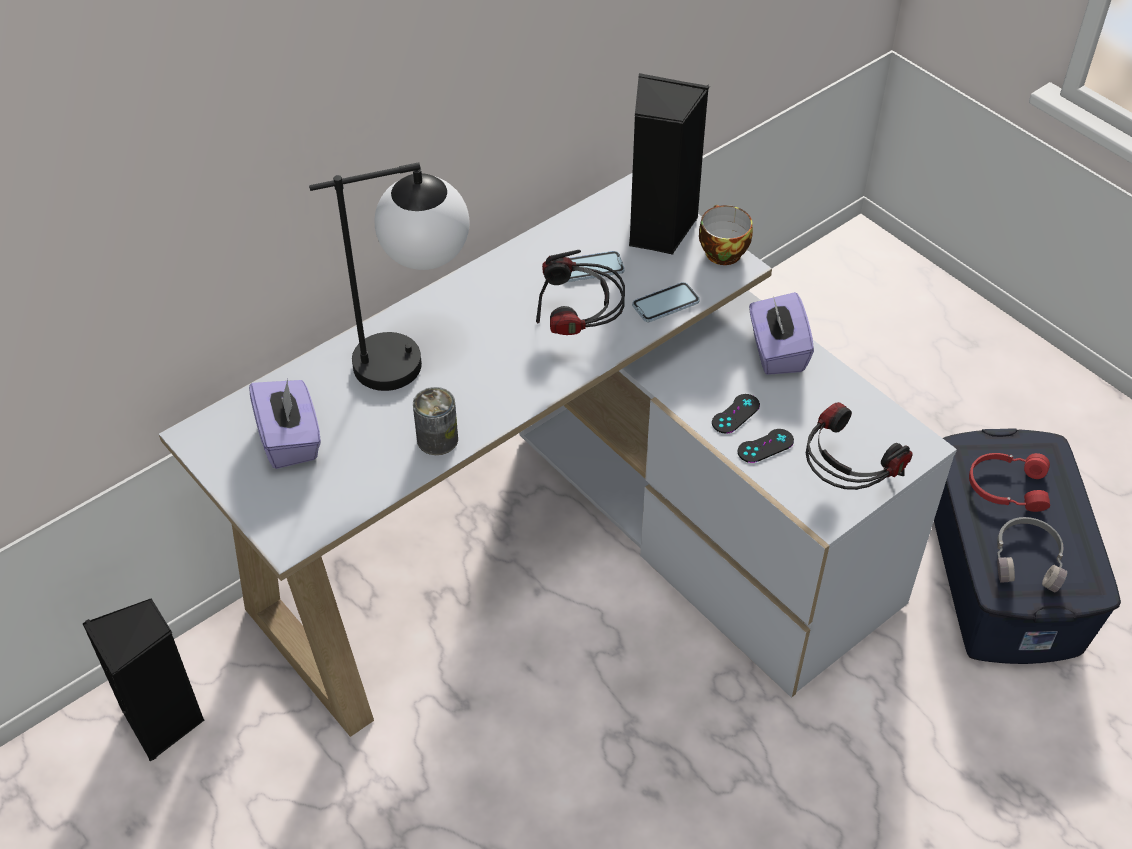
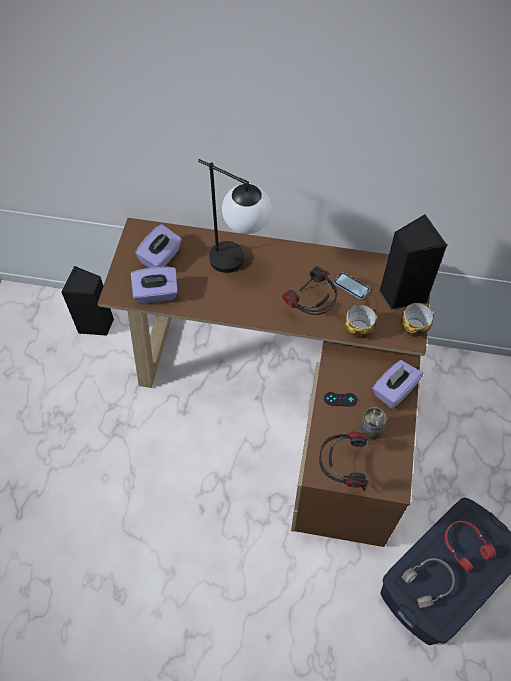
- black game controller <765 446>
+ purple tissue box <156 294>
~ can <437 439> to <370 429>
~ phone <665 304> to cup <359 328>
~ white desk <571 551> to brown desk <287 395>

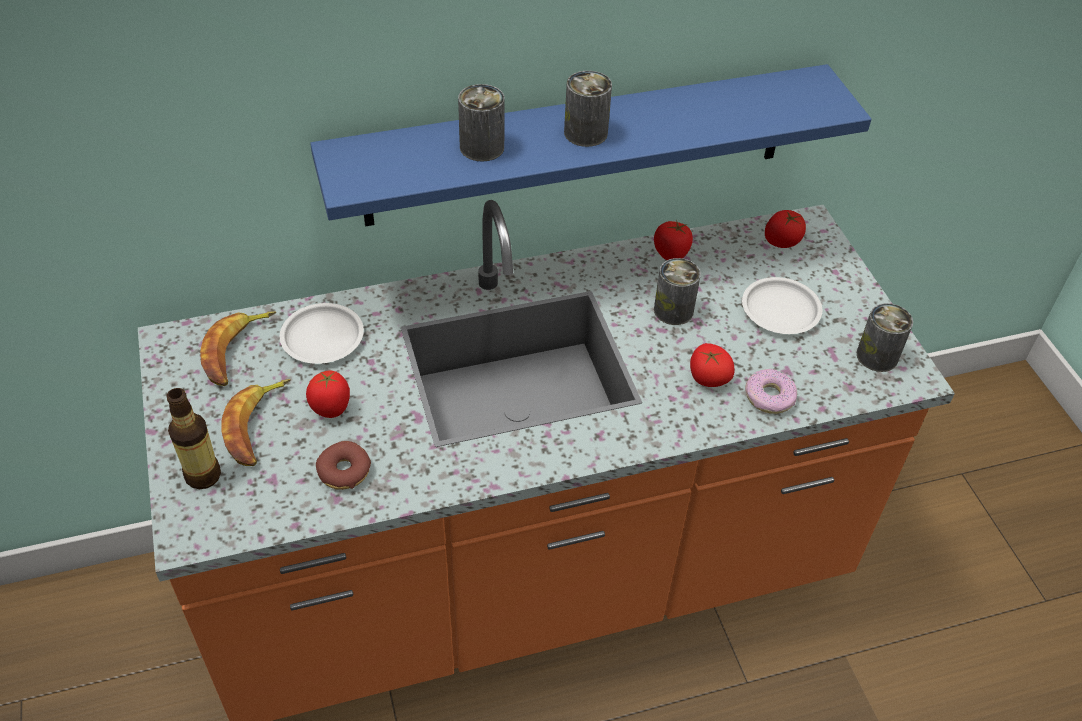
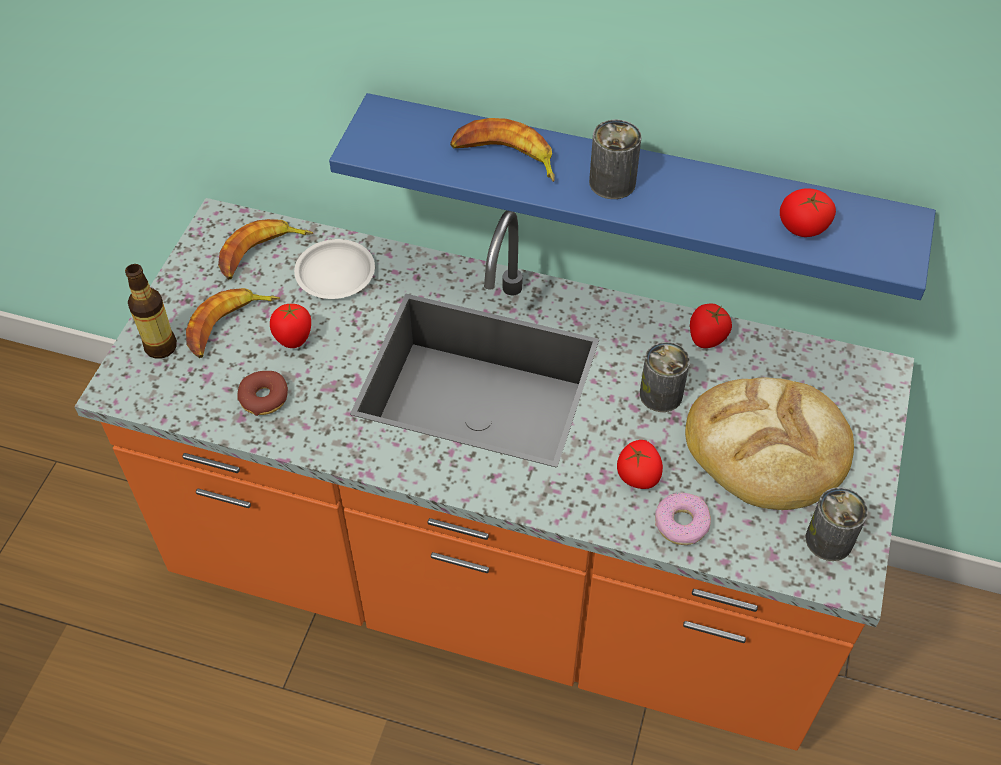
~ tomato <782 241> to <802 228>
~ can <482 147> to banana <505 158>
~ white plate <780 311> to bread <768 446>

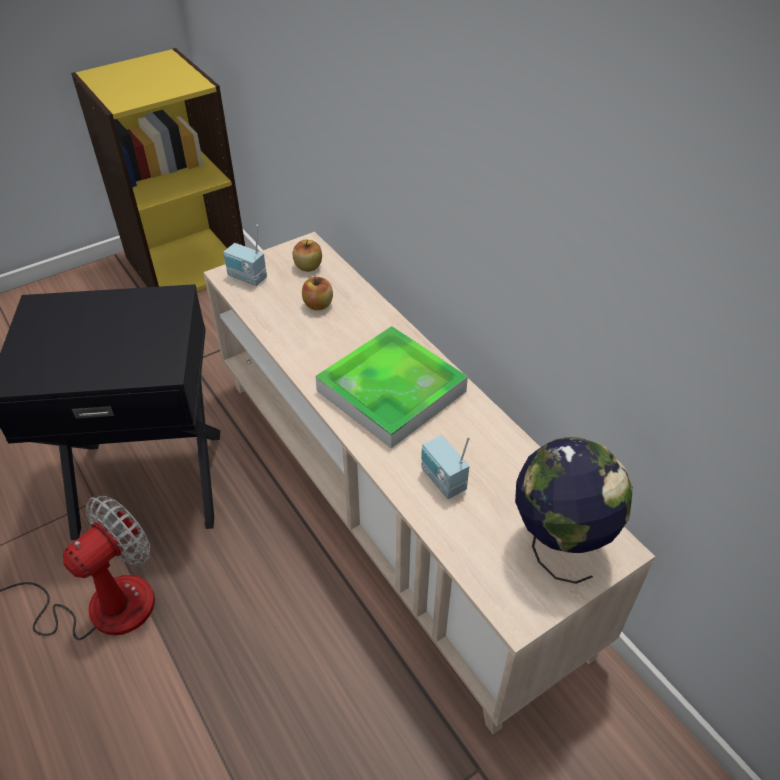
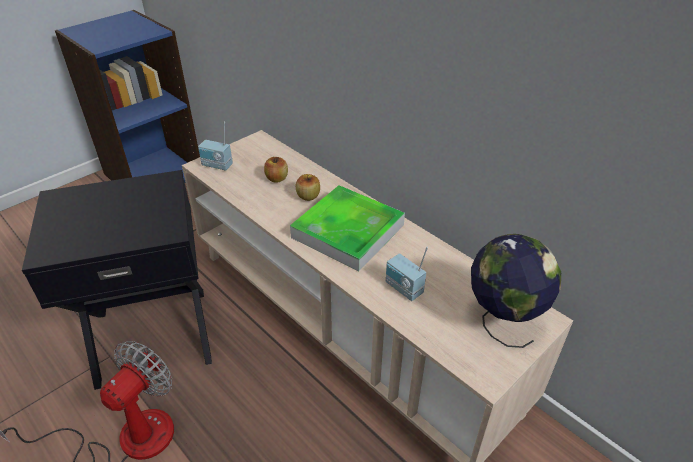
~ apple <308 266> to <308 196>
~ yellow bookcase <186 263> to blue bookcase <153 173>

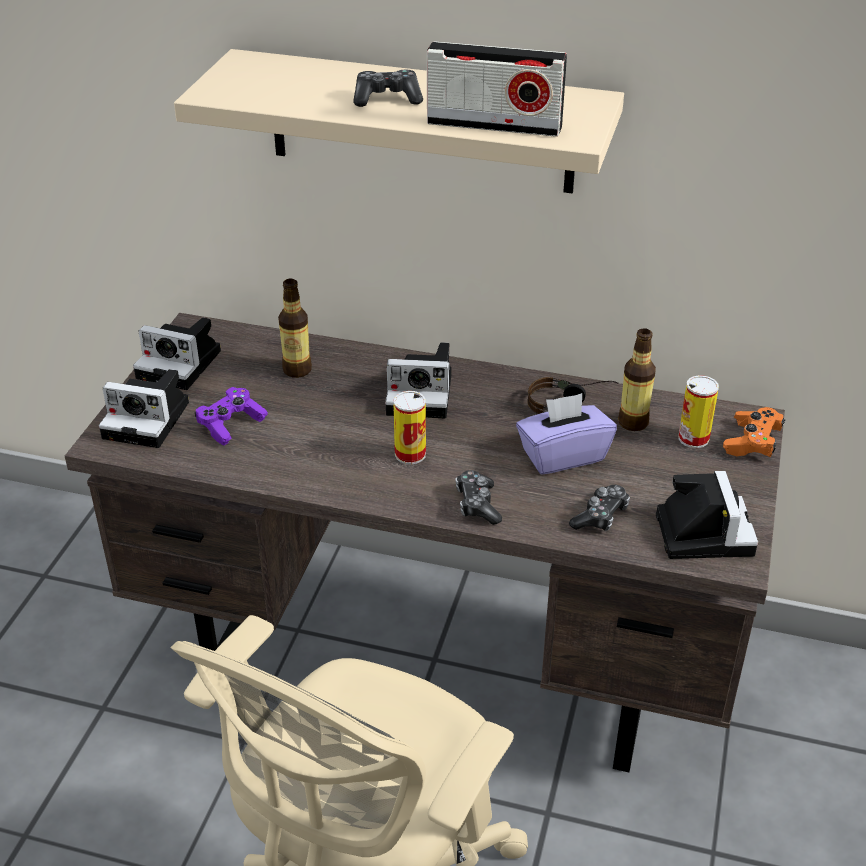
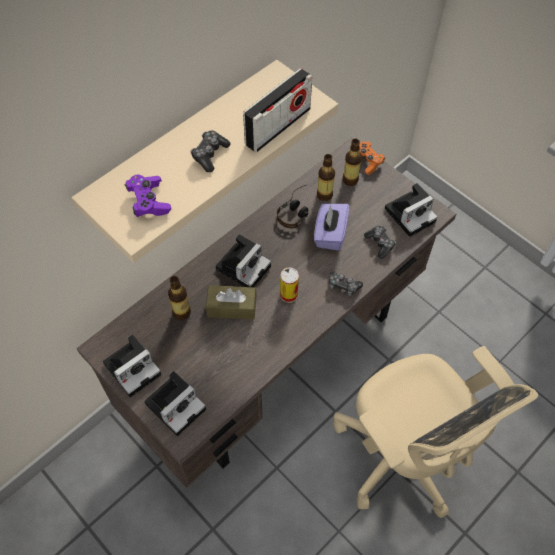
+ brown tissue box <231 307>
~ purple game controller <231 425> to <149 201>
~ can <693 438> to bottle <350 180>
~ photo camera <702 531> = <411 214> 120 degrees clockwise

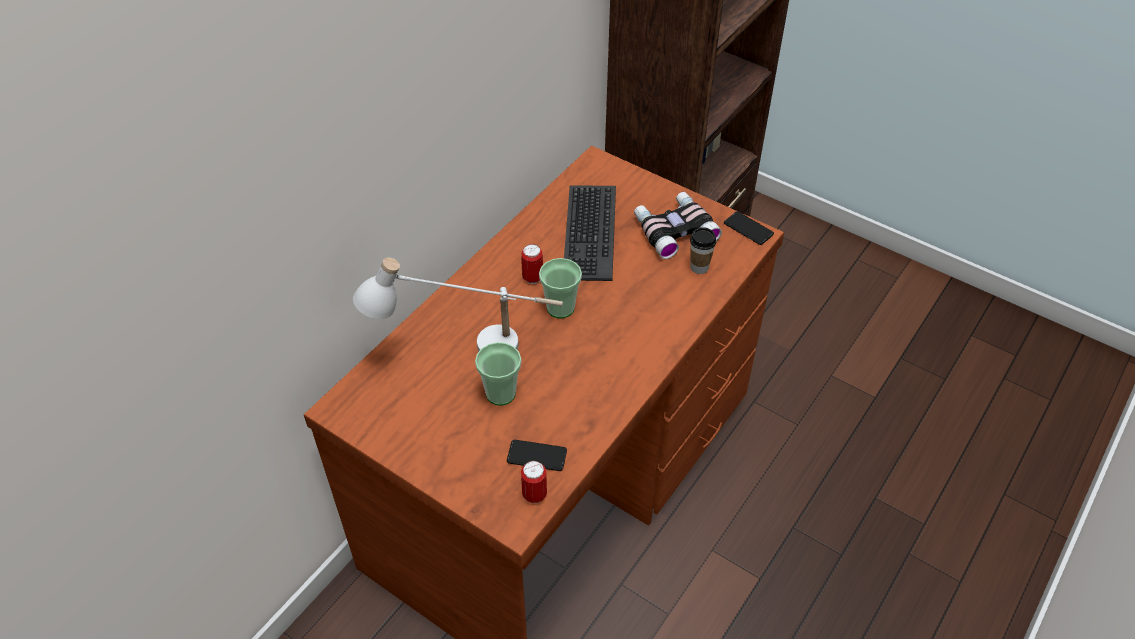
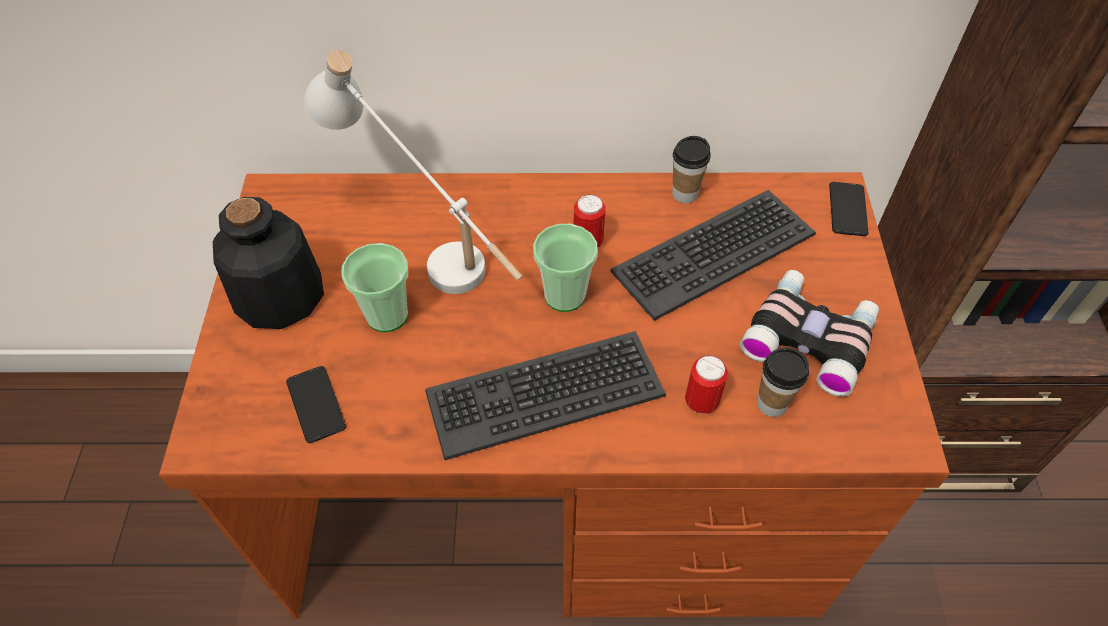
+ bottle <279 296>
+ keyboard <544 392>
+ cup <684 194>
~ can <534 494> to <701 402>
~ phone <748 229> to <847 209>

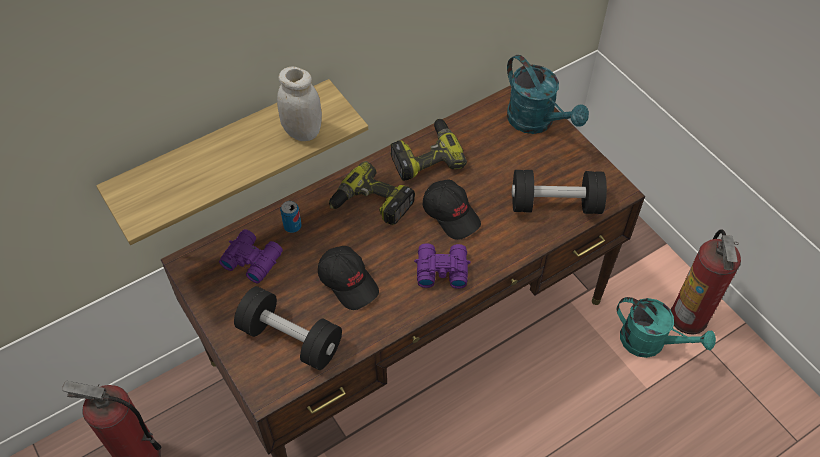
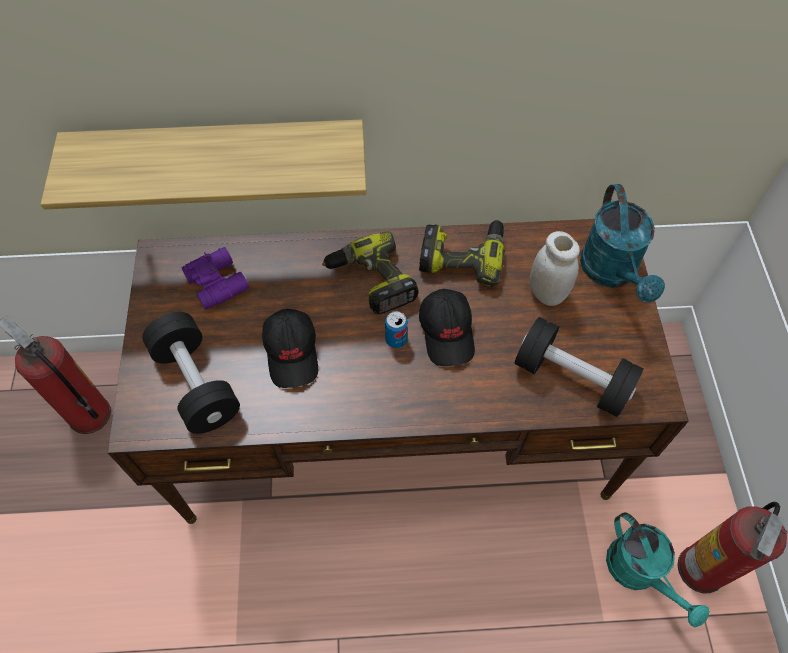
- purple binoculars <440 269>
~ white jar <302 132> to <547 293>
~ can <292 226> to <396 340>

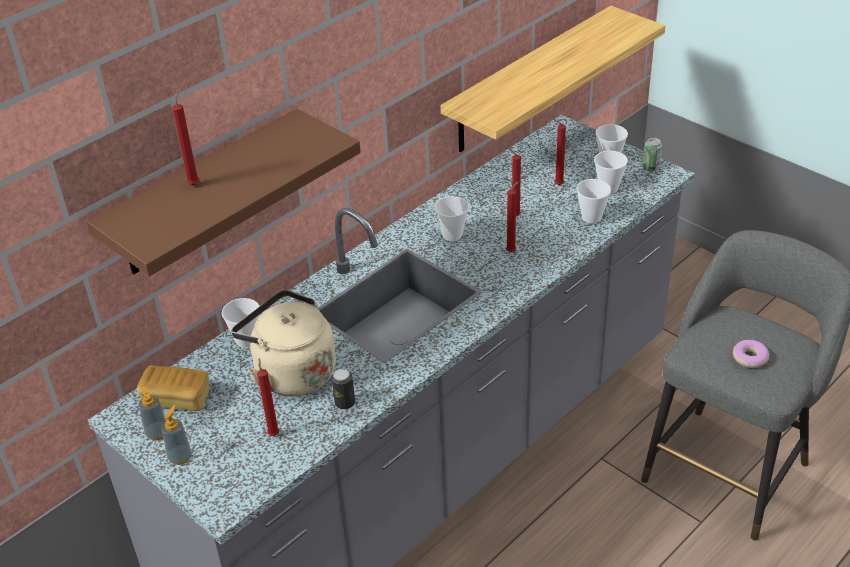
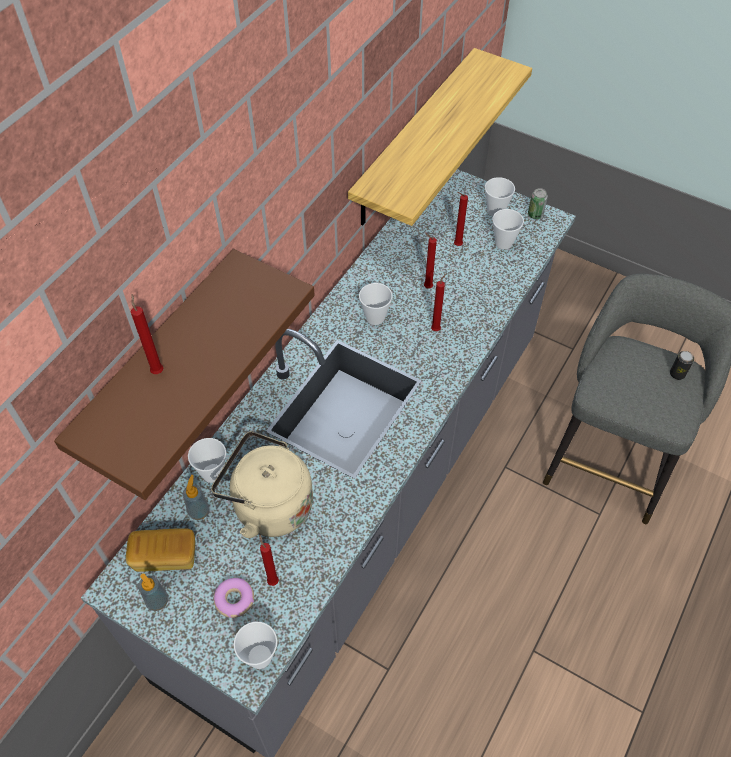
~ soap dispenser <180 457> to <199 511>
~ can <345 403> to <677 374>
~ cup <591 217> to <260 656>
~ donut <750 358> to <234 600>

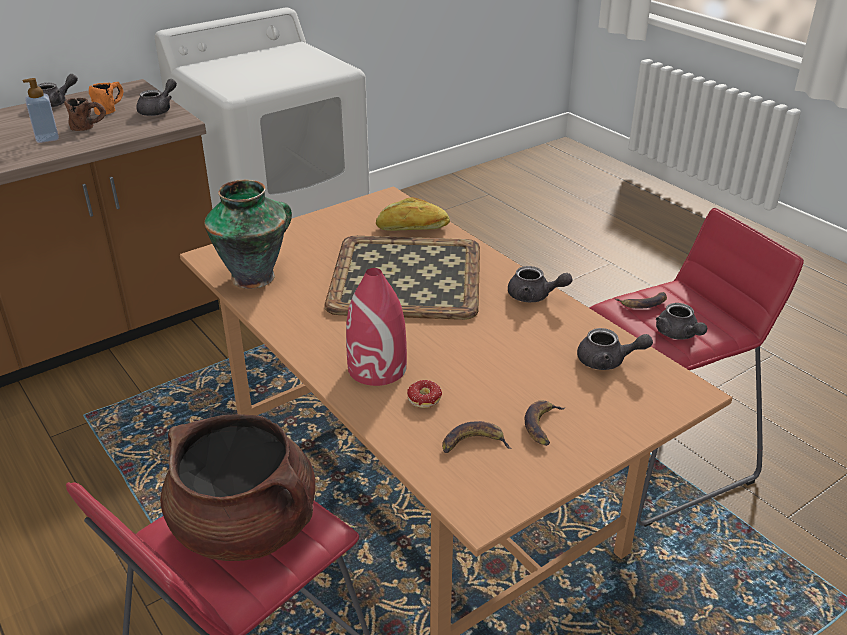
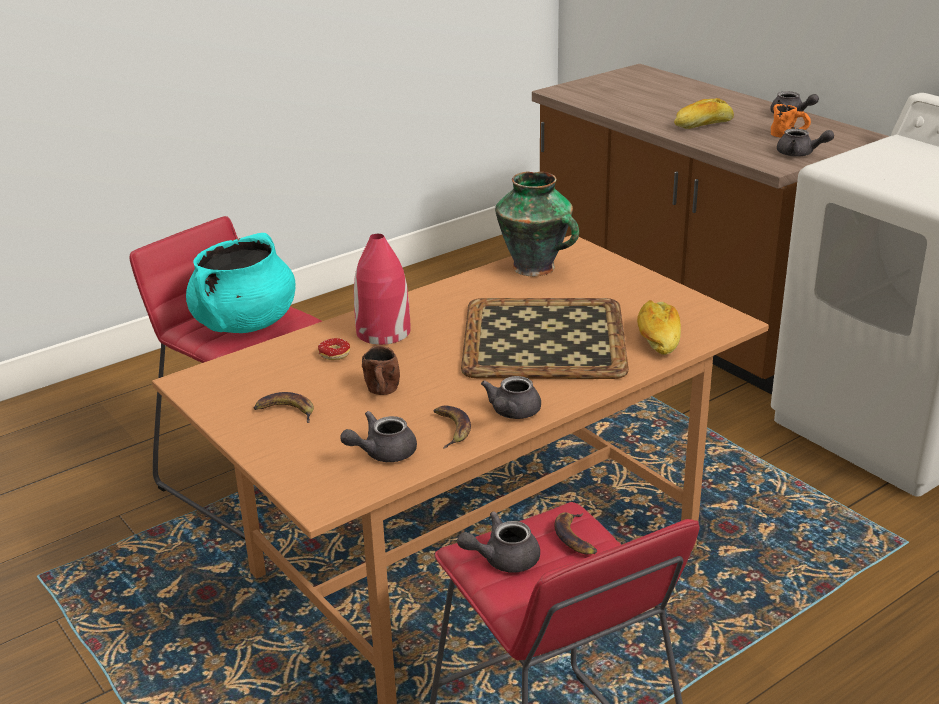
~ brown mug <89 127> to <382 393>
~ banana <473 443> to <451 429>
~ soap dispenser <47 138> to bread <703 125>
~ brown cooking pot <246 527> to turquoise cooking pot <245 324>
~ grey teapot <607 361> = <382 453> 45 degrees clockwise

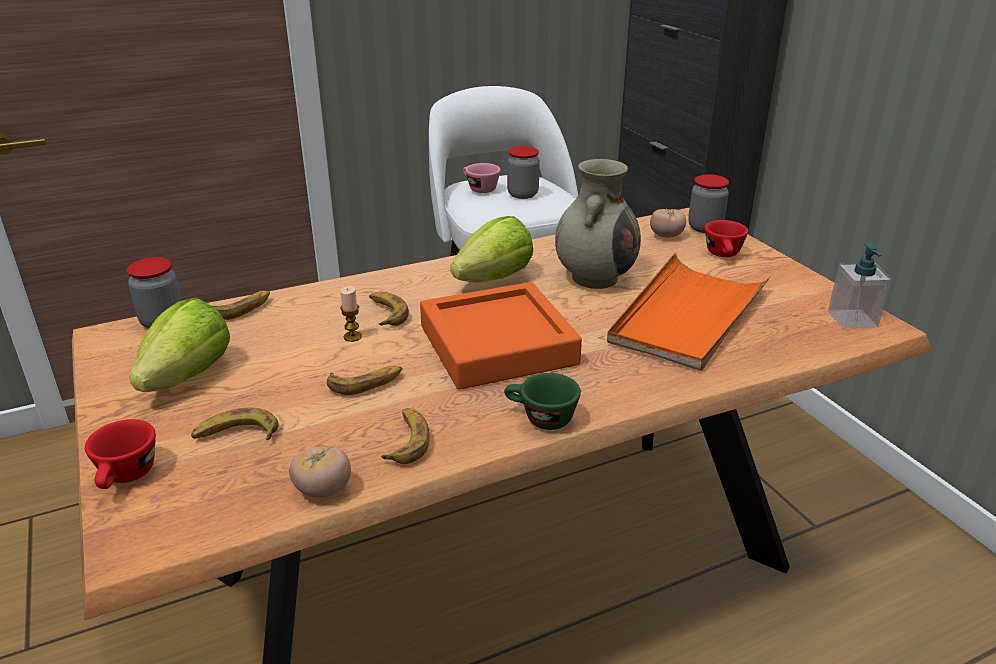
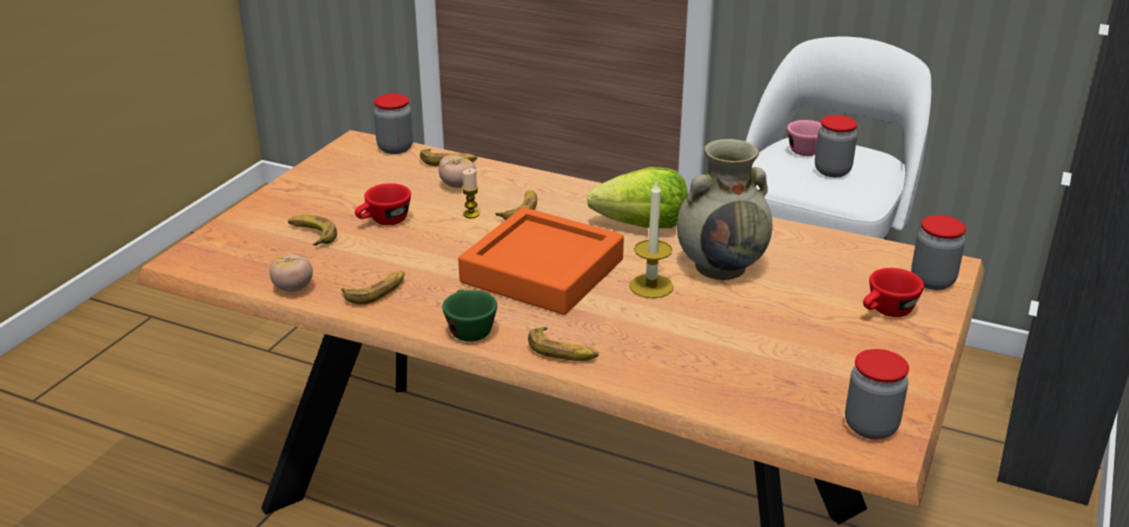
- lettuce <188 376>
- orange tray <688 316>
+ candle <651 286>
~ red cup <126 477> to <384 222>
~ banana <366 383> to <562 351>
~ tomato <666 236> to <458 186>
~ soap dispenser <852 319> to jar <870 426>

